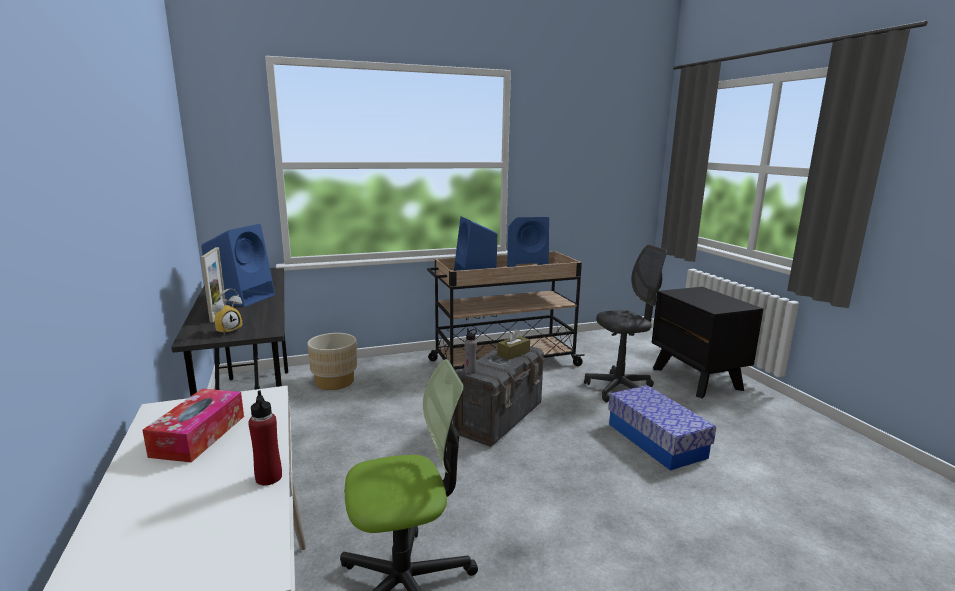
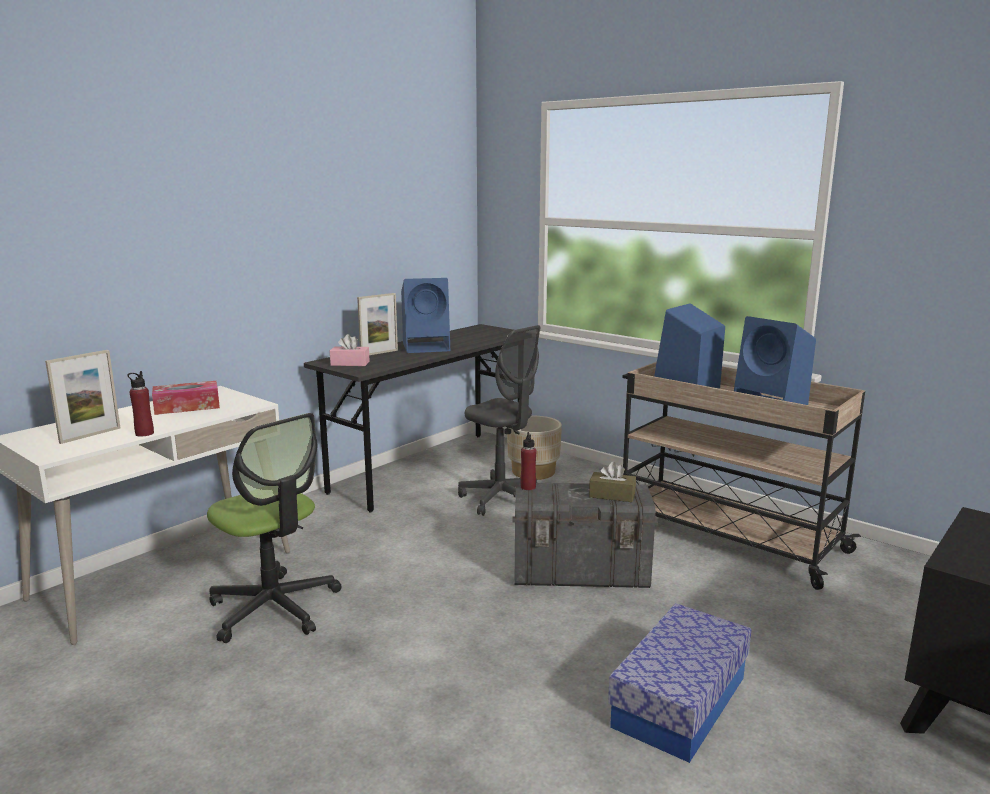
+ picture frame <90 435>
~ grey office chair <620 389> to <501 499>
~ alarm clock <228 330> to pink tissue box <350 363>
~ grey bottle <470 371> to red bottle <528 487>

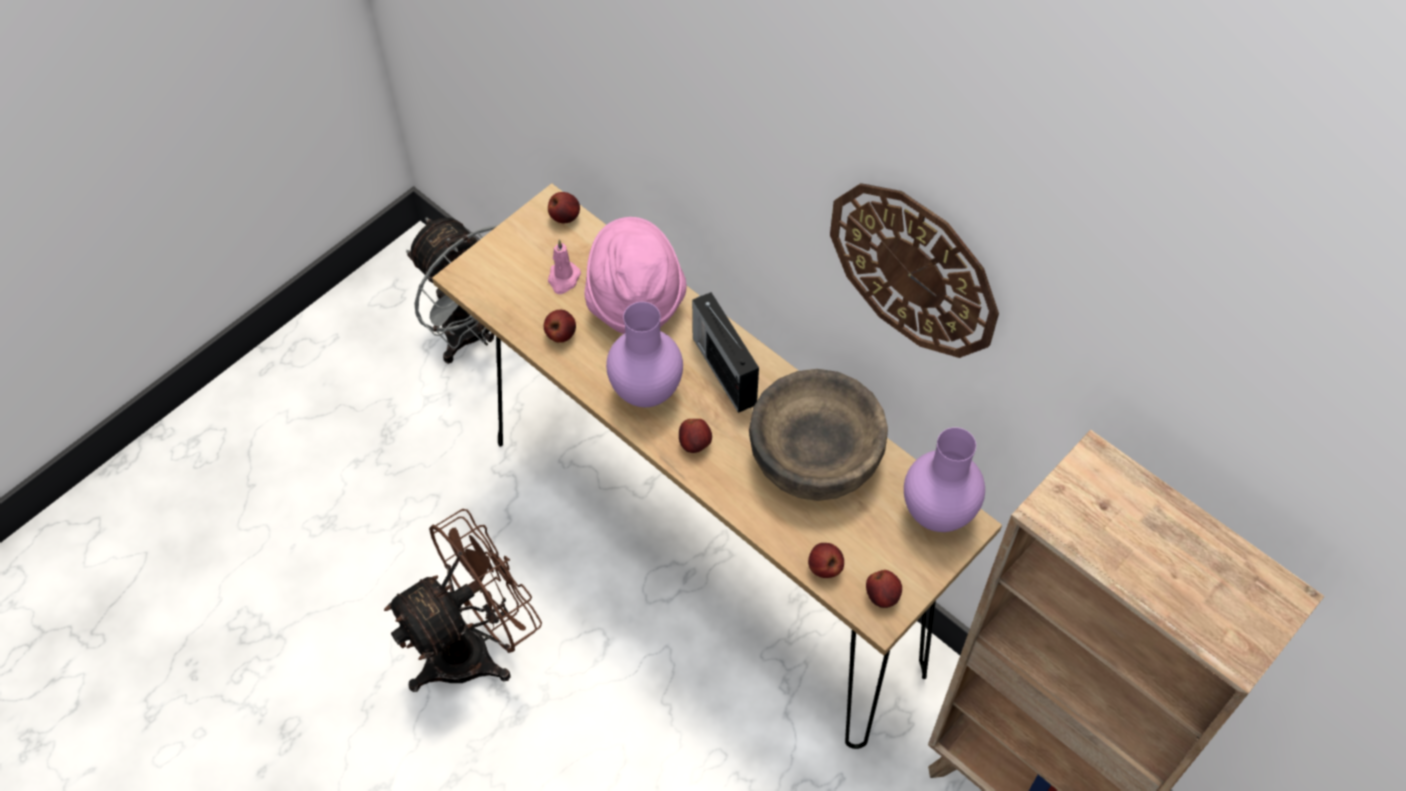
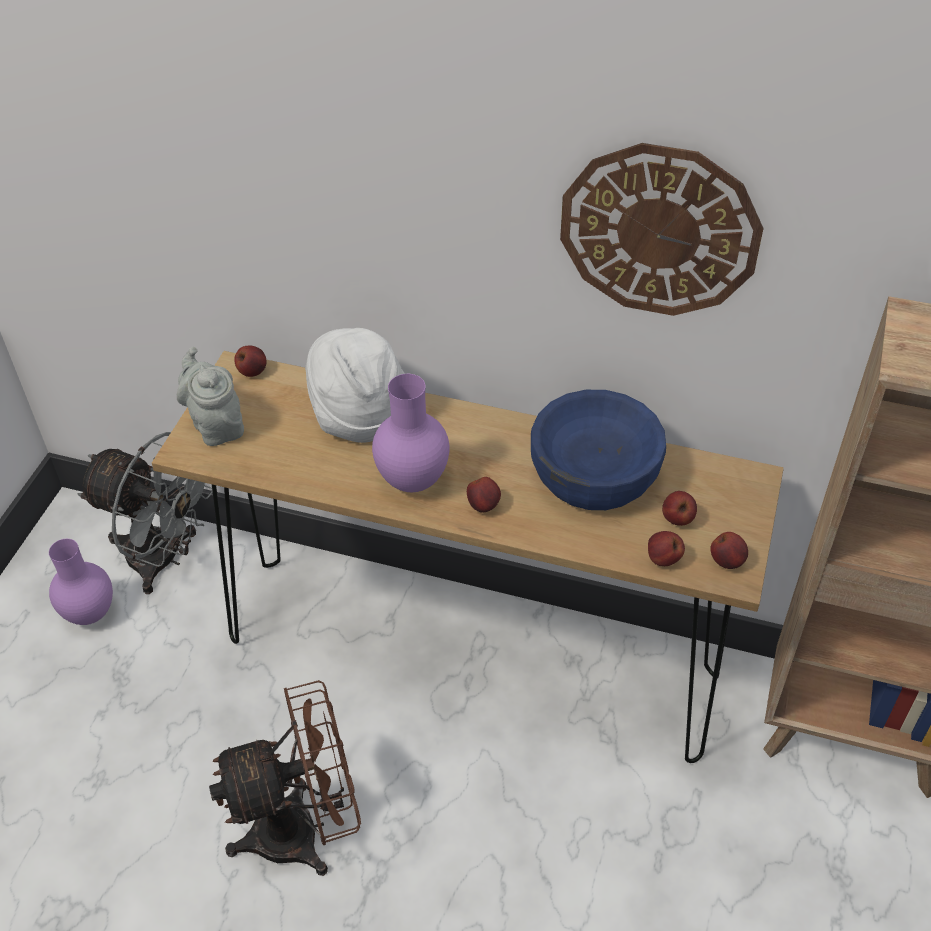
- pink candle <563 279>
- radio <723 369>
+ grey teapot <216 424>
~ apple <560 335> to <677 519>
~ purple vase <939 513> to <92 613>
~ pink hat <634 302> to white hat <358 415>
~ brown bowl <815 456> to blue bowl <594 475>
~ brown fan <475 647> = <304 830> 45 degrees clockwise

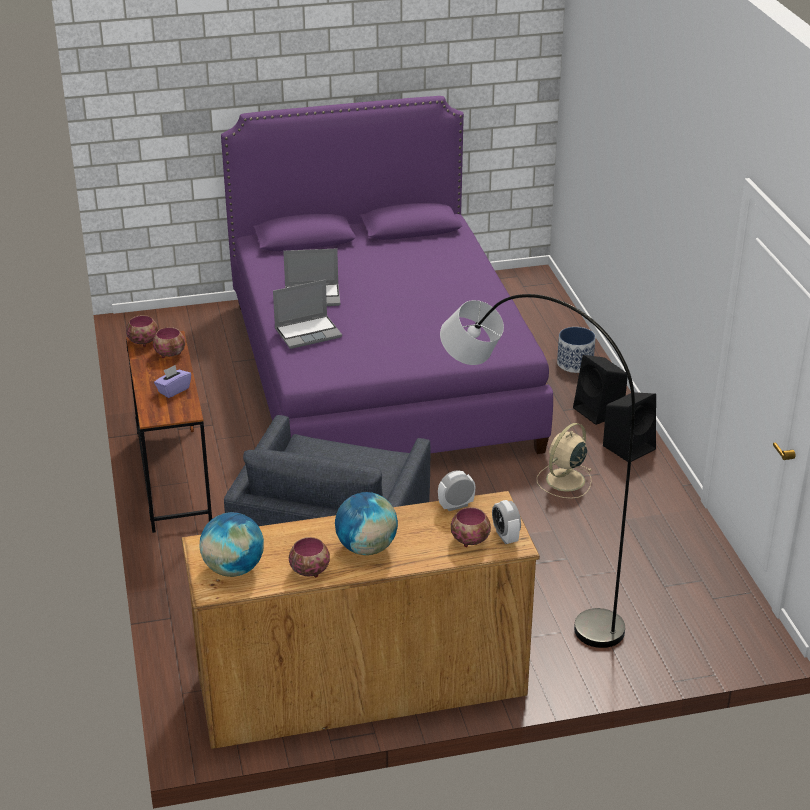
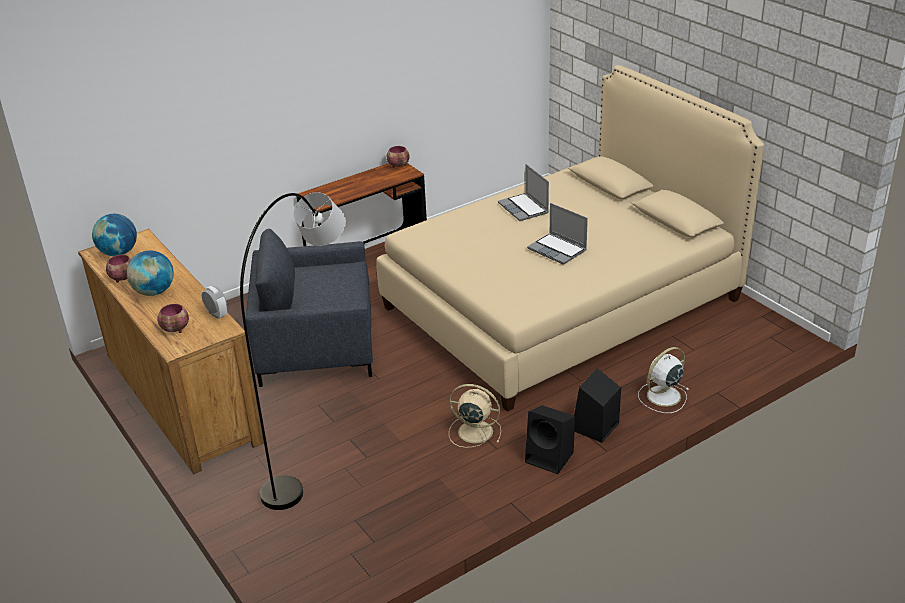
- bowl <171 354>
- purple tissue box <173 390>
- alarm clock <505 536>
~ laptop <308 333> to <558 250>
~ planter <575 364> to white fan <662 396>
~ purple bed <379 373> to beige bed <561 303>

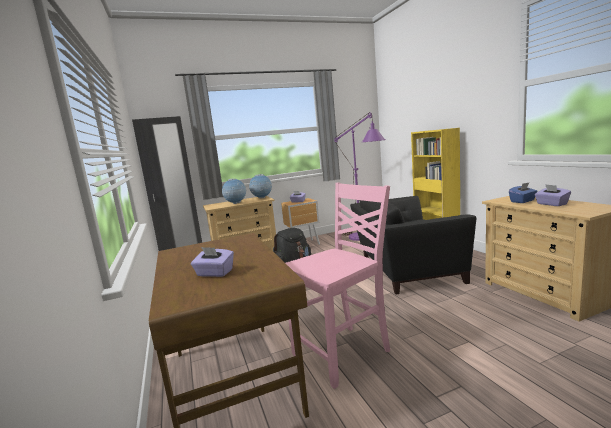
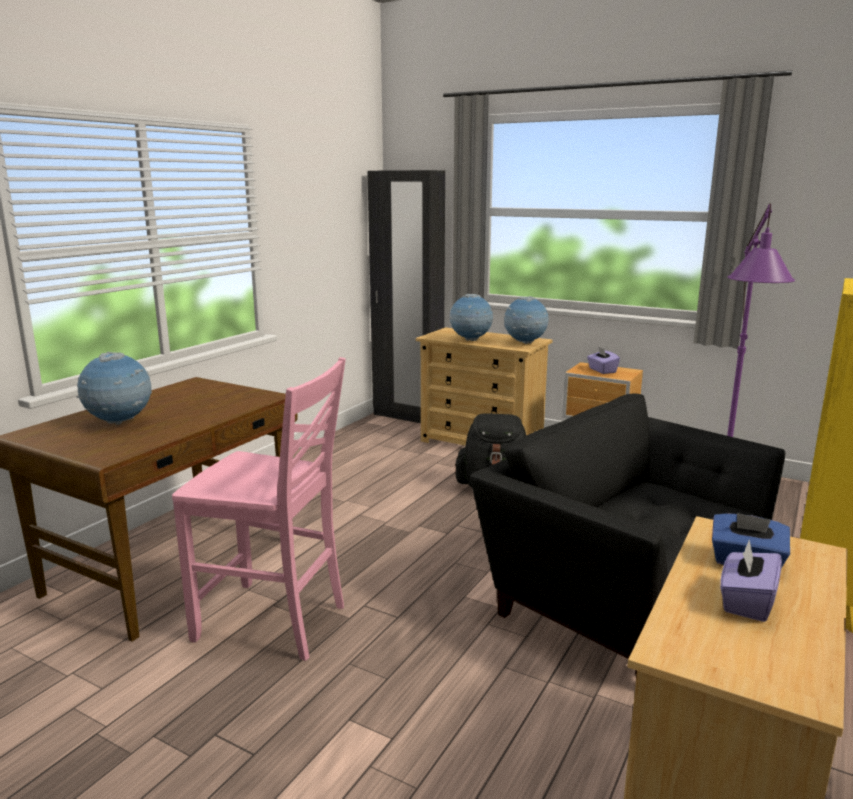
~ purple tissue box <214 273> to globe <119 423>

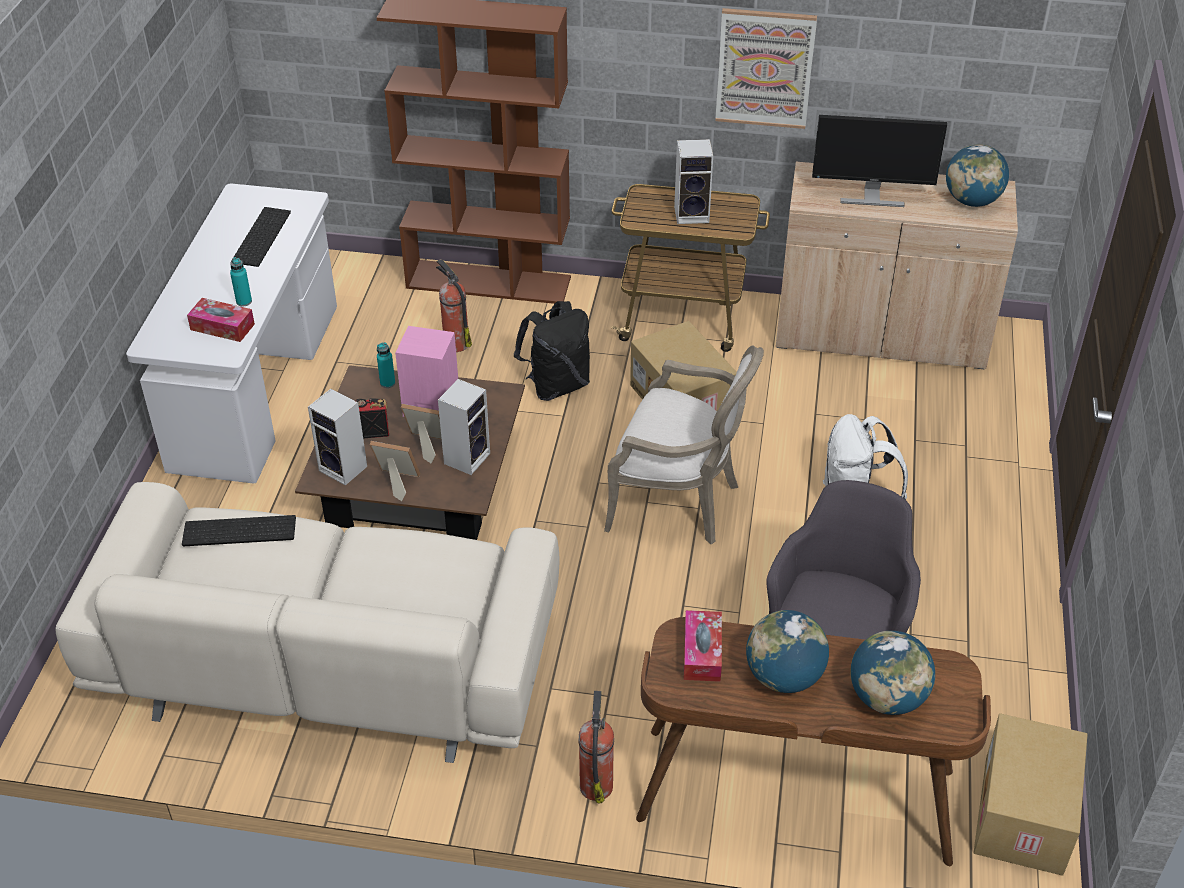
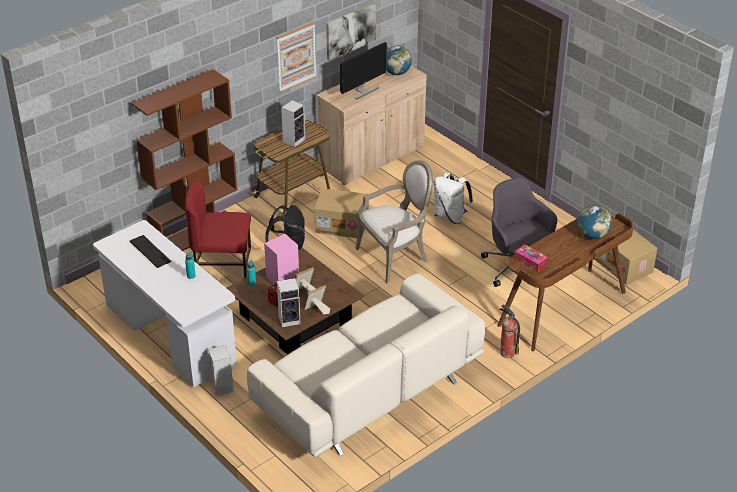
- keyboard <238 532>
- tissue box <222 327>
- globe <784 677>
+ picture <350 31>
~ speaker <467 457> to <221 387>
~ fire extinguisher <455 343> to red chair <222 264>

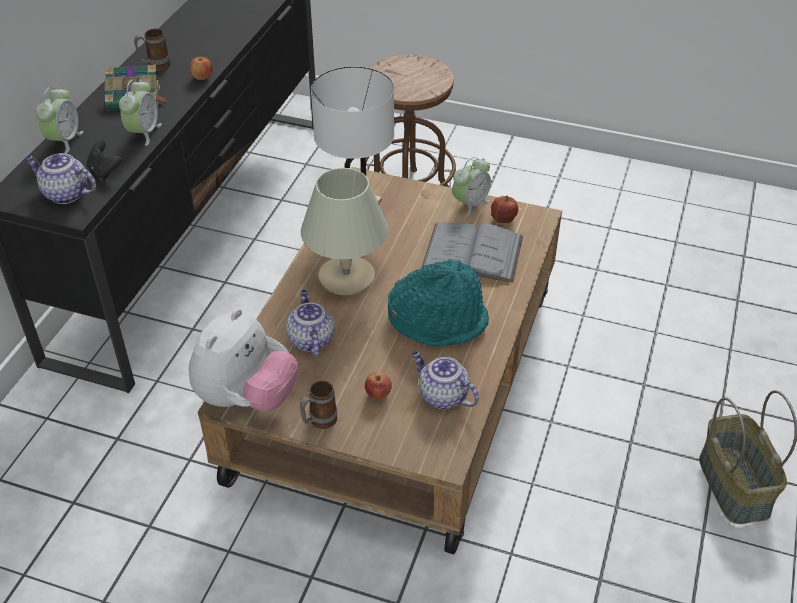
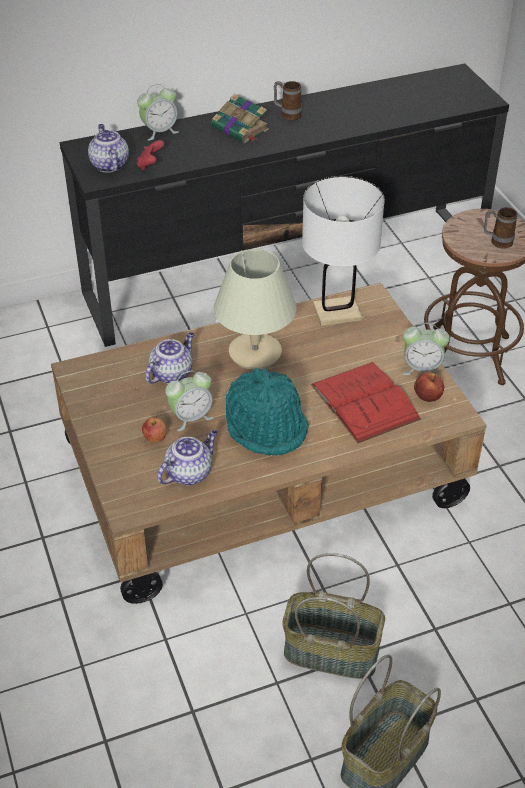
- plush toy <246 398>
- apple <202 77>
+ basket <332 650>
~ alarm clock <143 133> to <191 417>
~ mug <318 422> to <497 242>
~ black game controller <105 171> to red game controller <150 165>
~ grey book <472 252> to red book <365 402>
~ teapot <442 396> = <189 472> 45 degrees clockwise

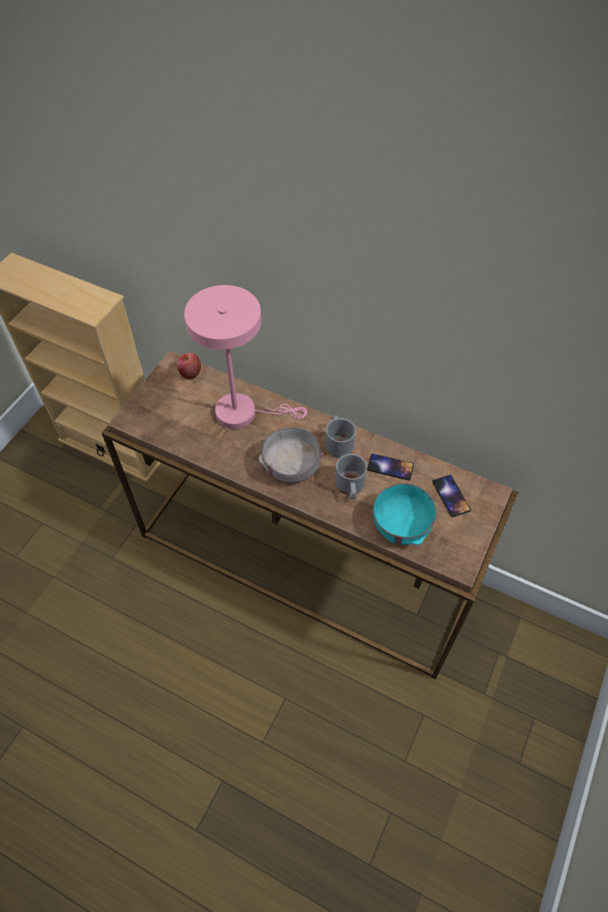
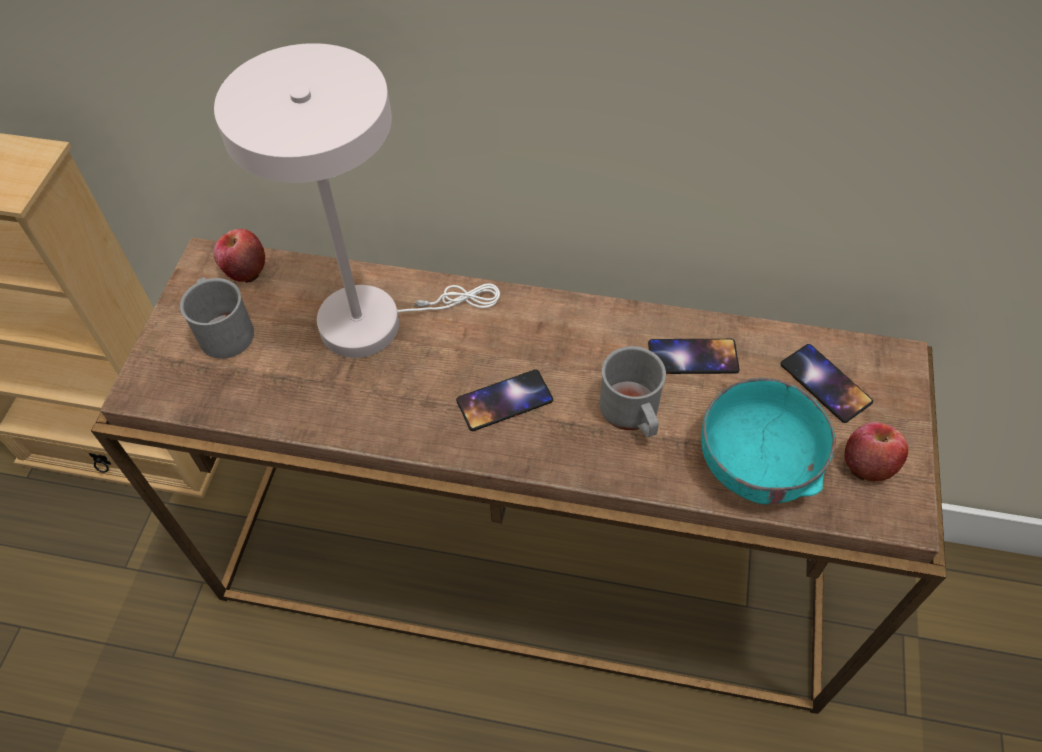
+ apple <868 463>
~ grey mug <338 443> to <223 329>
~ grey bowl <292 465> to phone <505 401>
~ pink table lamp <243 412> to white table lamp <375 321>

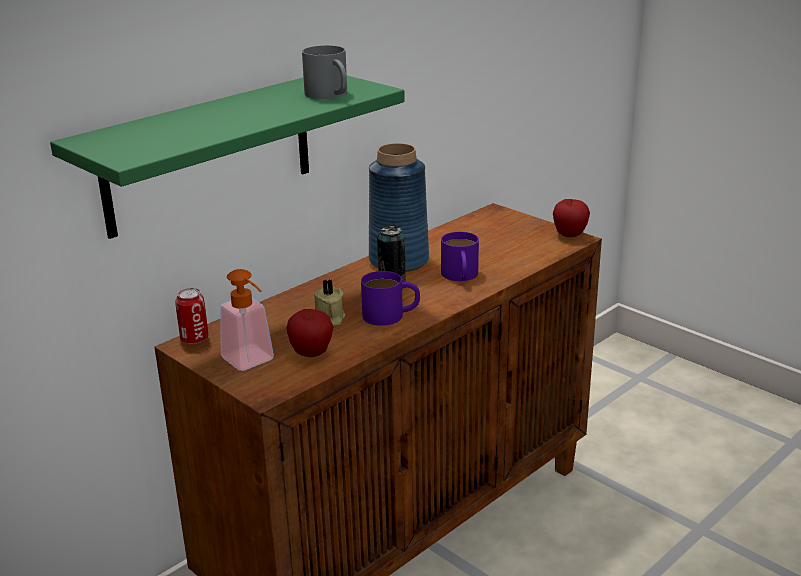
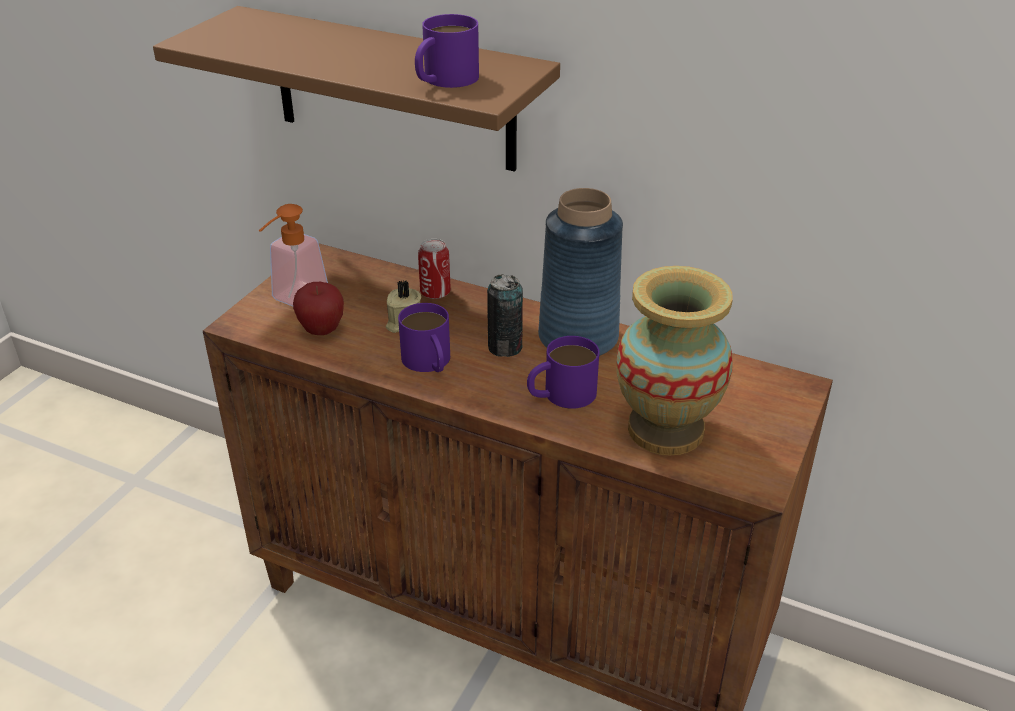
- apple <569 235>
+ vase <666 430>
~ can <194 338> to <435 293>
~ green shelf <209 153> to brown shelf <392 89>
~ grey mug <330 95> to purple mug <444 80>

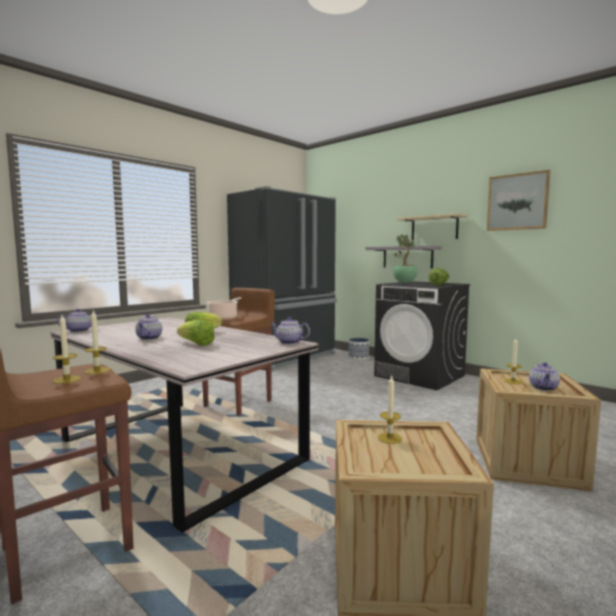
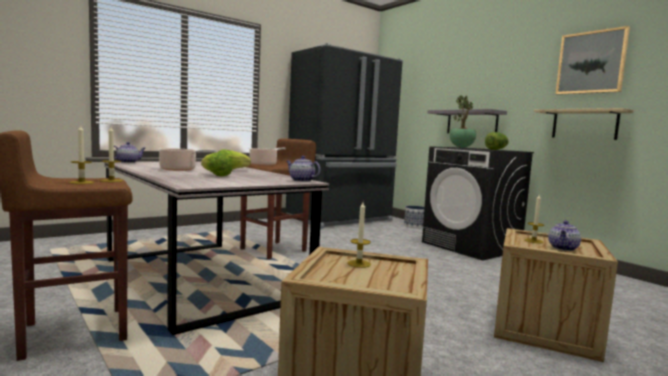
~ beige shelf <434 228> to <584 124>
~ teapot <149 338> to cooking pot <180 169>

